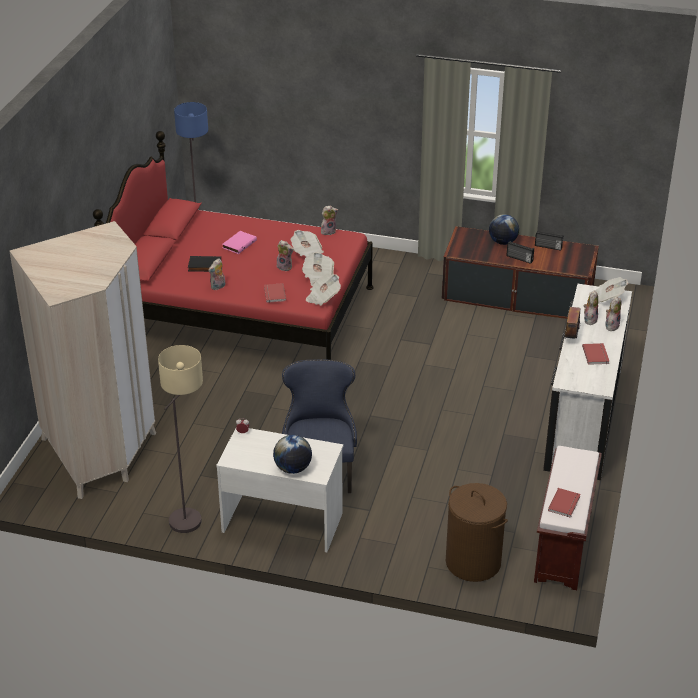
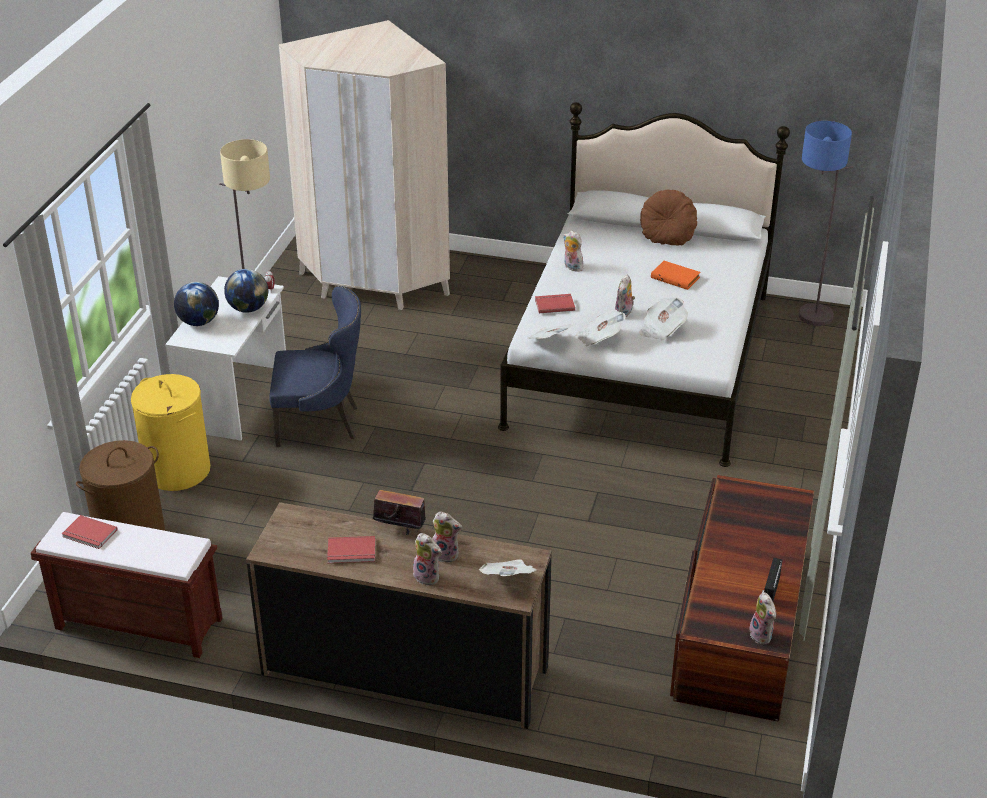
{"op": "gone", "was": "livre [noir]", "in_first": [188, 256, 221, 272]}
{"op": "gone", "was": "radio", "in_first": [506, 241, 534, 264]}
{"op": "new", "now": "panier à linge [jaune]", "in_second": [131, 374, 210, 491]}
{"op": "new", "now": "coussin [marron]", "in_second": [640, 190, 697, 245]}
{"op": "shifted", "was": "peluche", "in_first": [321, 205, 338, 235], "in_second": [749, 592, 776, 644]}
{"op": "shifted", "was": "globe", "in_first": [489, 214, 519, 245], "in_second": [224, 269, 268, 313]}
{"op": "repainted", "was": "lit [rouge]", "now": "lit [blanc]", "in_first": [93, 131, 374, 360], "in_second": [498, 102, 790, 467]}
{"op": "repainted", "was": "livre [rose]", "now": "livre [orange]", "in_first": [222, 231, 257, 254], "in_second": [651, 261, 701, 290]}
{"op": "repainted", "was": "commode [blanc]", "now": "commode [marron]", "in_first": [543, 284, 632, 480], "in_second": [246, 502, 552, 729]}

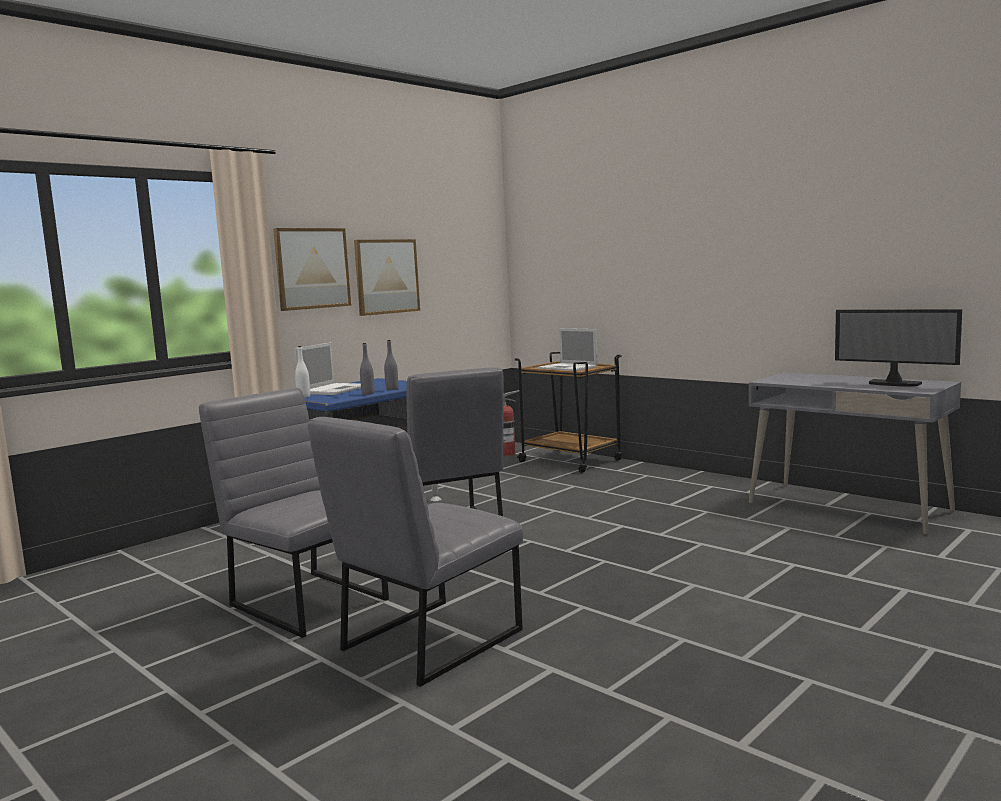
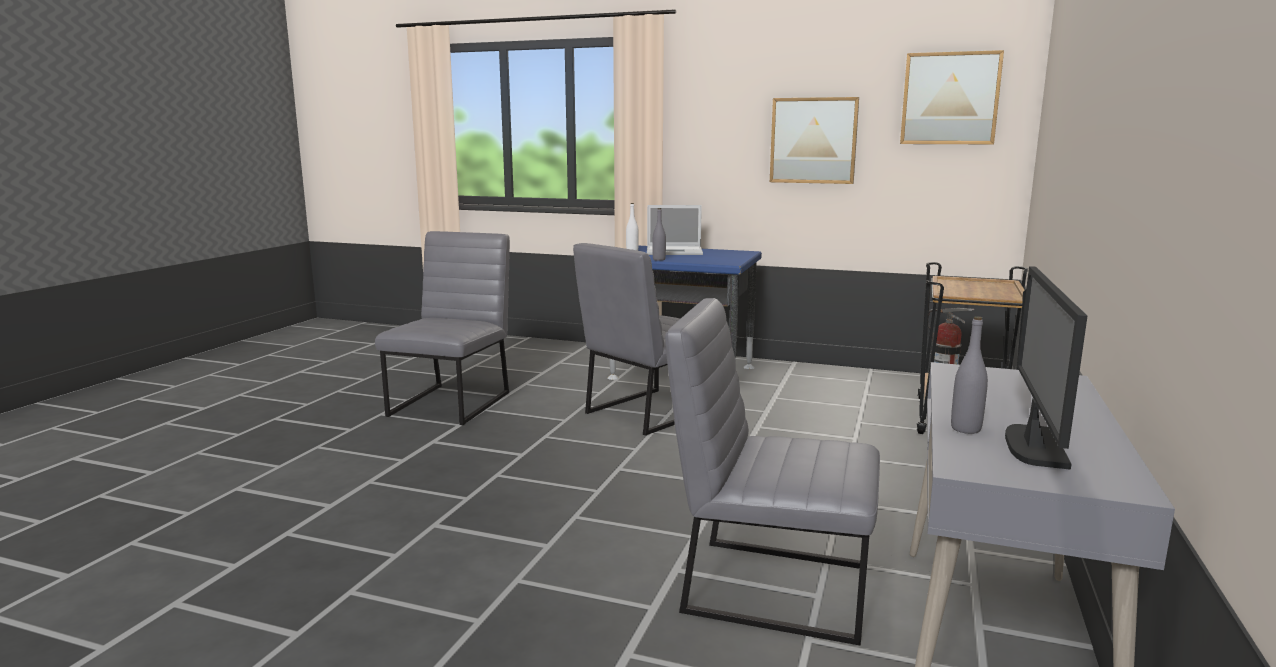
{"op": "gone", "was": "ordinateur portable", "in_first": [537, 328, 598, 371]}
{"op": "shifted", "was": "tableau", "in_first": [273, 228, 351, 311], "in_second": [900, 50, 1004, 144]}
{"op": "shifted", "was": "chaise [gris]", "in_first": [308, 417, 523, 687], "in_second": [665, 298, 880, 645]}
{"op": "shifted", "was": "bouteille [gris]", "in_first": [384, 340, 398, 390], "in_second": [951, 316, 988, 434]}

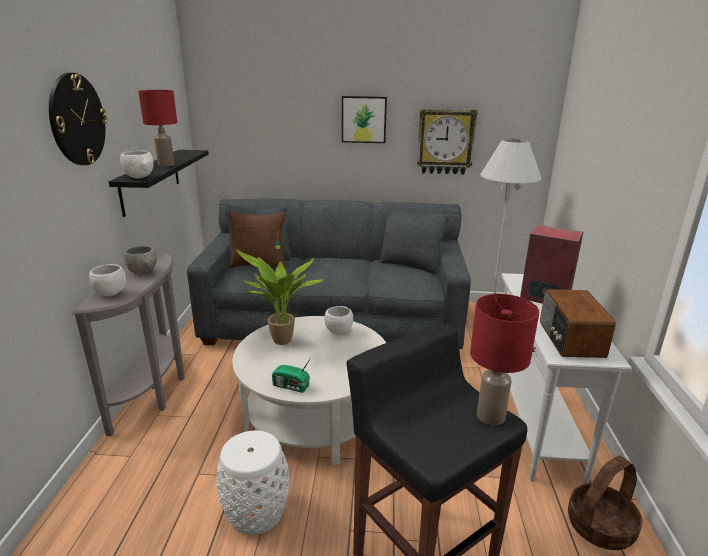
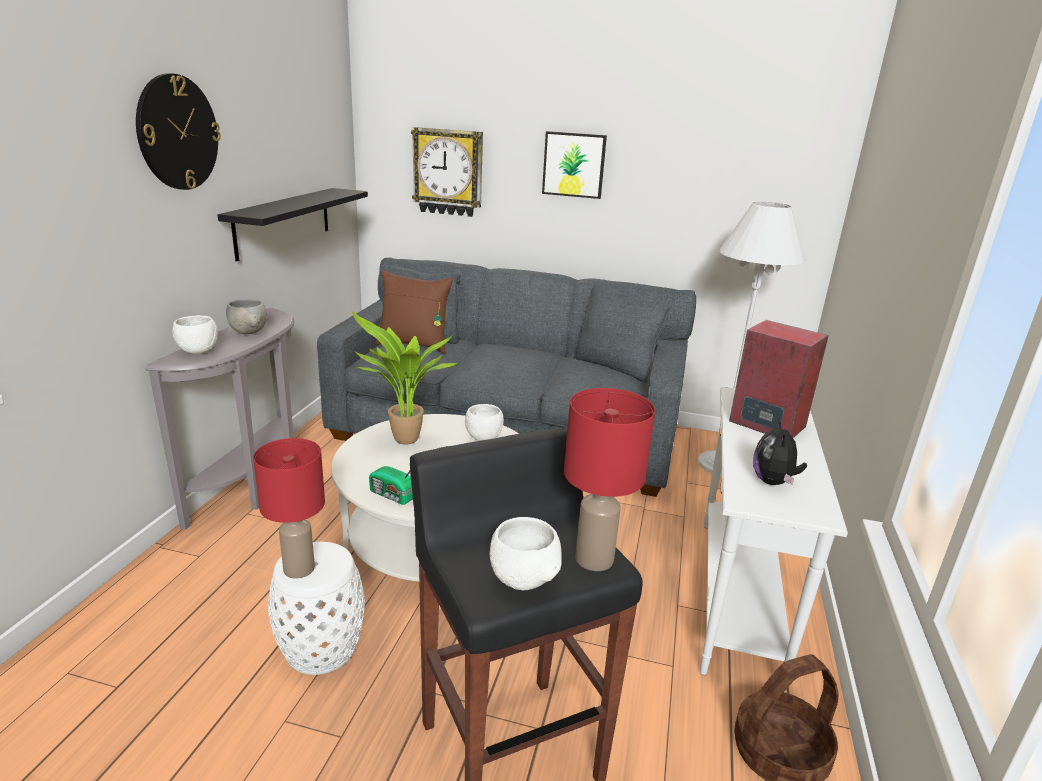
{"op": "shifted", "was": "bol [blanc]", "in_first": [120, 151, 154, 178], "in_second": [490, 517, 562, 590]}
{"op": "shifted", "was": "lampe de table [rouge]", "in_first": [138, 90, 177, 166], "in_second": [253, 438, 325, 579]}
{"op": "shifted", "was": "horloge murale", "in_first": [417, 109, 478, 174], "in_second": [411, 127, 483, 217]}
{"op": "swapped", "was": "radio", "now": "peluche", "in_first": [540, 289, 616, 358], "in_second": [753, 419, 807, 485]}

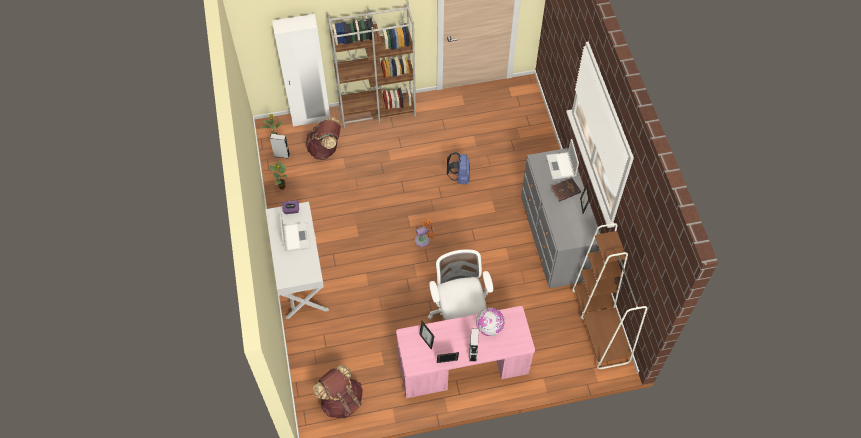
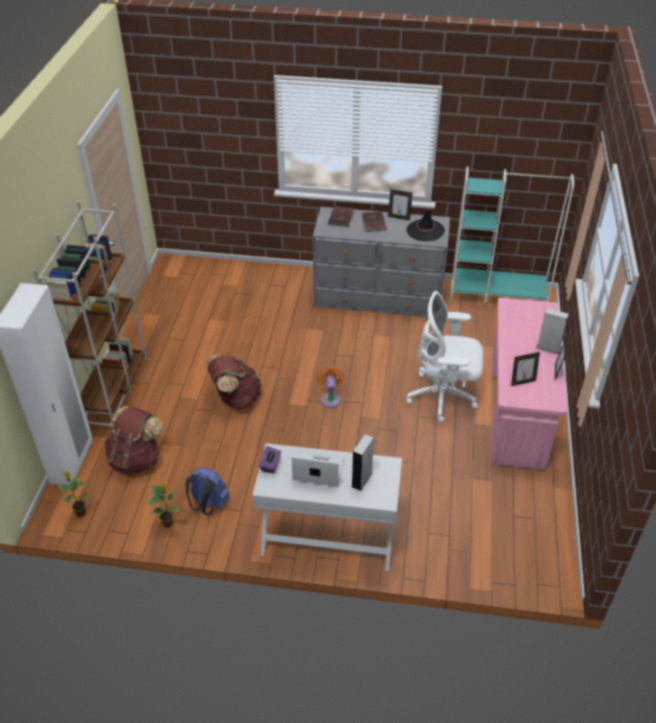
{"op": "gone", "was": "globe", "in_first": [476, 307, 504, 336]}
{"op": "new", "now": "chapeau [noir]", "in_second": [406, 210, 445, 241]}
{"op": "shifted", "was": "enceinte [gris]", "in_first": [270, 134, 290, 159], "in_second": [352, 434, 374, 491]}
{"op": "shifted", "was": "sac à dos [marron]", "in_first": [313, 365, 363, 419], "in_second": [206, 354, 262, 409]}
{"op": "shifted", "was": "sac à dos [bleu]", "in_first": [447, 152, 470, 184], "in_second": [185, 467, 229, 515]}
{"op": "swapped", "was": "ordinateur portable", "now": "livre [marron]", "in_first": [546, 139, 579, 179], "in_second": [328, 207, 355, 227]}
{"op": "repainted", "was": "portant [marron]", "now": "portant [turquoise]", "in_first": [572, 223, 648, 369], "in_second": [450, 166, 574, 304]}

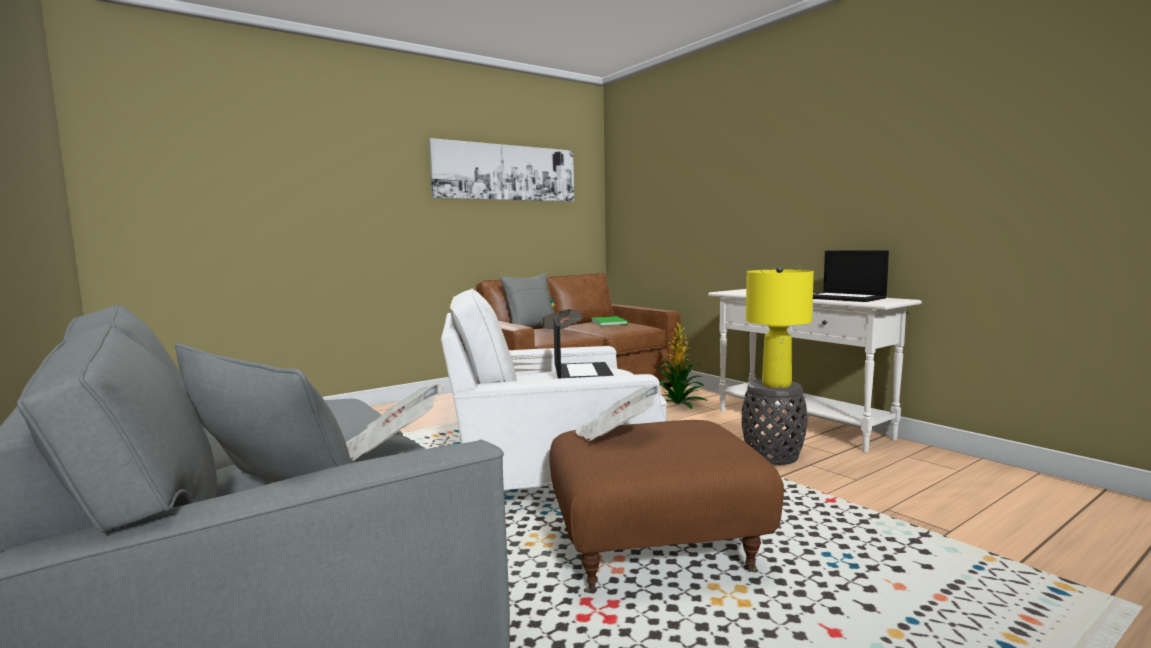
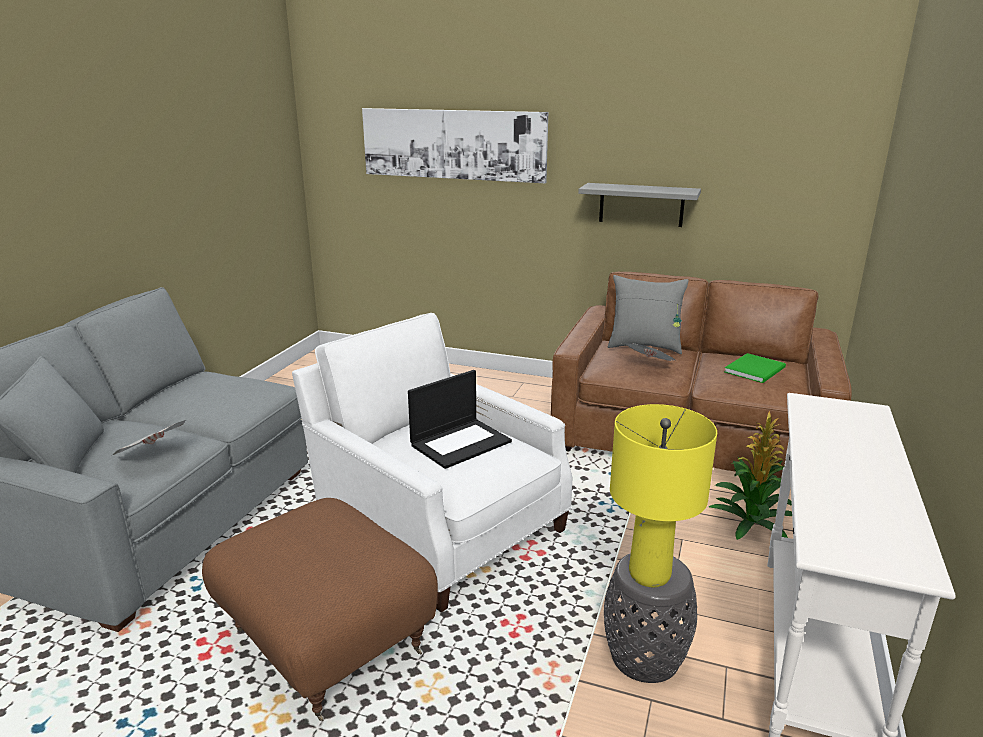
{"op": "gone", "was": "journal", "in_first": [575, 385, 662, 441]}
{"op": "gone", "was": "ordinateur portable", "in_first": [813, 250, 889, 302]}
{"op": "new", "now": "étagère [gris]", "in_second": [578, 183, 701, 227]}
{"op": "shifted", "was": "tableau", "in_first": [429, 138, 574, 202], "in_second": [362, 108, 548, 183]}

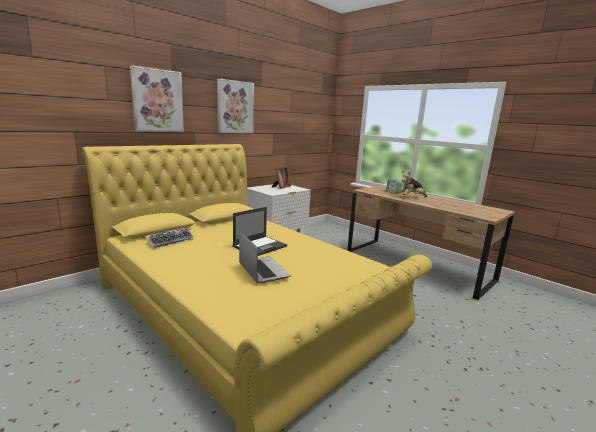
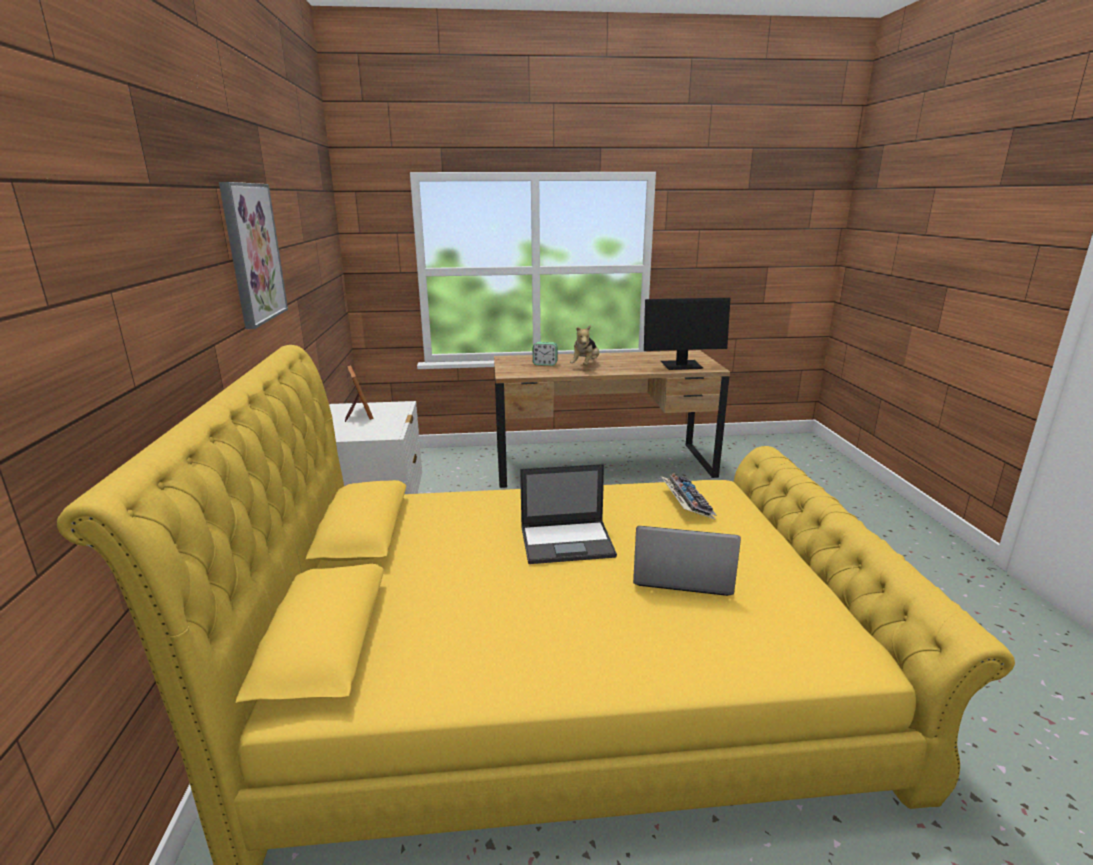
{"op": "gone", "was": "tableau", "in_first": [130, 65, 184, 132]}
{"op": "new", "now": "écran d'ordinateur", "in_second": [644, 298, 731, 370]}
{"op": "shifted", "was": "clavier", "in_first": [145, 228, 194, 249], "in_second": [661, 473, 717, 520]}
{"op": "rotated", "was": "ordinateur portable", "in_first": [233, 207, 287, 256], "in_second": [520, 464, 617, 564], "clockwise": 90}

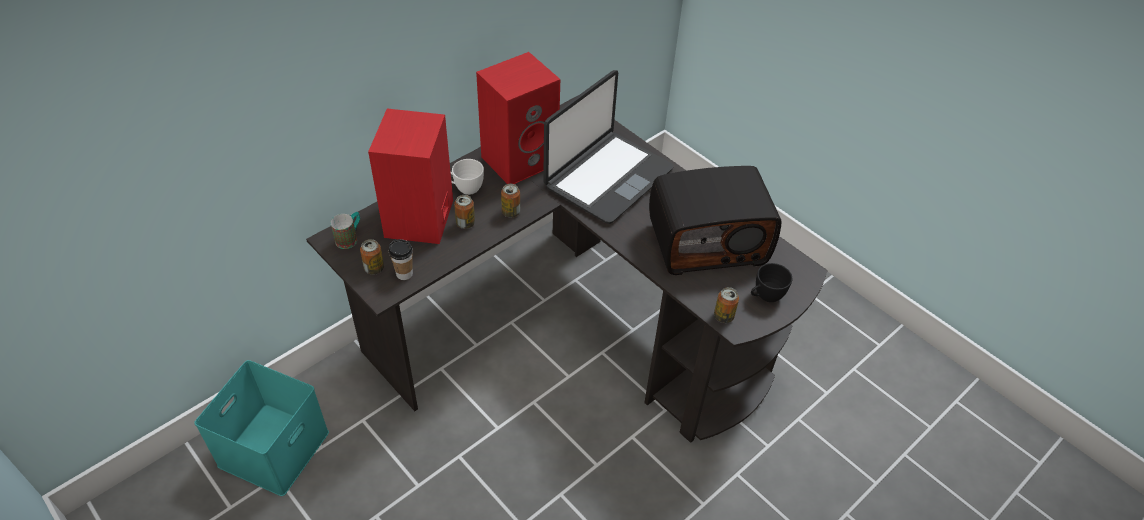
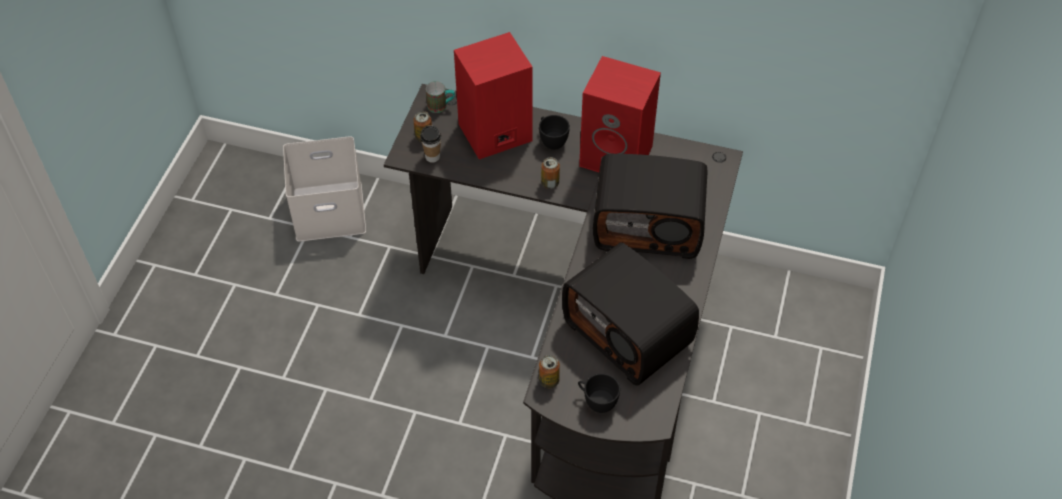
{"op": "gone", "was": "boîte métallique", "in_first": [454, 195, 475, 229]}
{"op": "swapped", "was": "ordinateur portable", "now": "radio", "in_first": [543, 70, 674, 224], "in_second": [593, 154, 707, 259]}
{"op": "repainted", "was": "boîte de rangement [turquoise]", "now": "boîte de rangement [blanc]", "in_first": [194, 360, 329, 496], "in_second": [283, 136, 366, 242]}
{"op": "repainted", "was": "tasse [blanc]", "now": "tasse [noir]", "in_first": [451, 159, 484, 195], "in_second": [539, 115, 570, 150]}

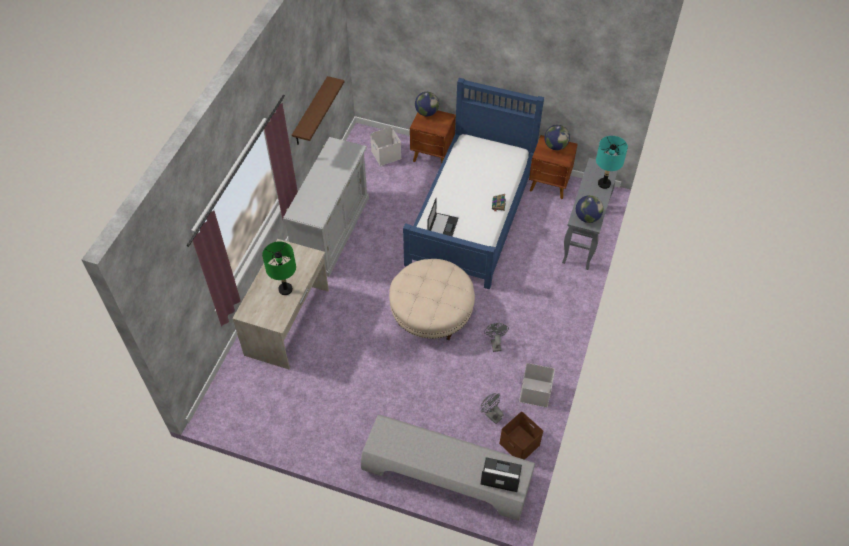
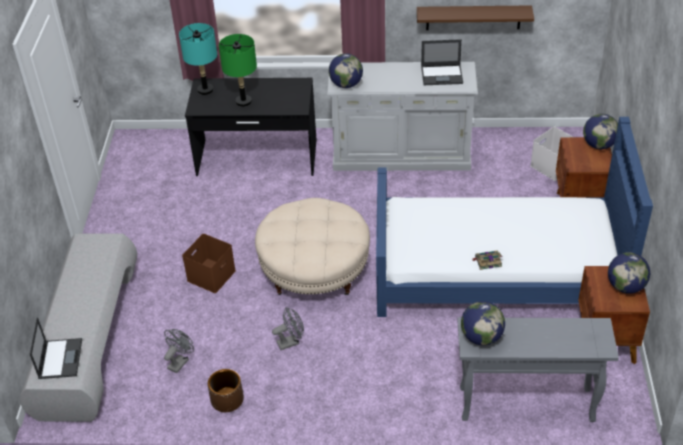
{"op": "new", "now": "globe", "in_second": [329, 53, 363, 88]}
{"op": "shifted", "was": "ordinateur portable", "in_first": [427, 197, 458, 236], "in_second": [421, 39, 463, 85]}
{"op": "shifted", "was": "boîte de rangement [marron]", "in_first": [499, 412, 543, 460], "in_second": [182, 234, 236, 293]}
{"op": "shifted", "was": "lampe de table [turquoise]", "in_first": [596, 136, 628, 189], "in_second": [179, 23, 217, 95]}
{"op": "swapped", "was": "boîte de rangement [blanc]", "now": "cache-pot [marron]", "in_first": [519, 363, 555, 408], "in_second": [207, 369, 244, 412]}
{"op": "repainted", "was": "bureau [beige]", "now": "bureau [noir]", "in_first": [232, 239, 329, 369], "in_second": [185, 78, 317, 176]}

